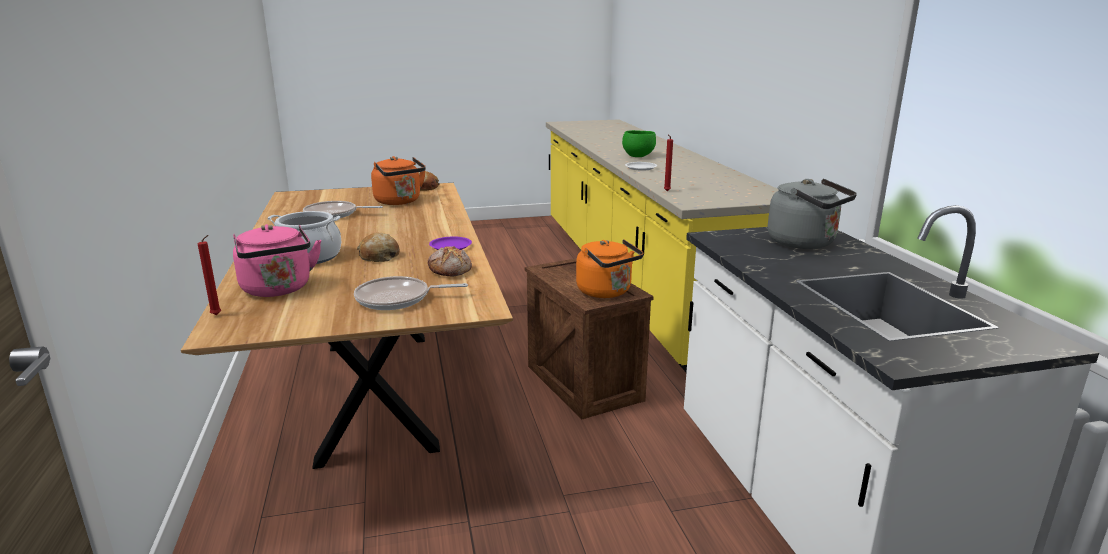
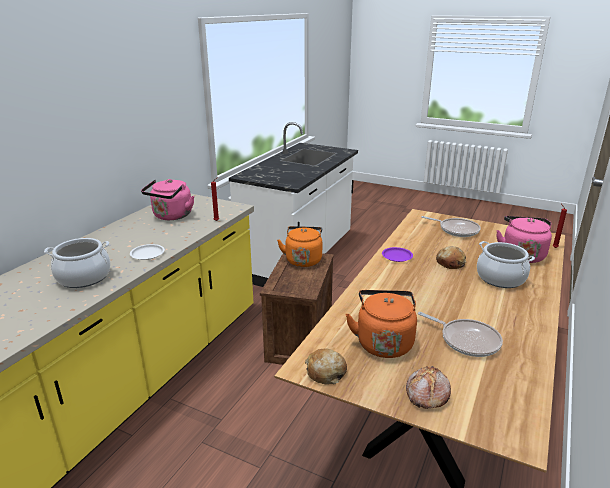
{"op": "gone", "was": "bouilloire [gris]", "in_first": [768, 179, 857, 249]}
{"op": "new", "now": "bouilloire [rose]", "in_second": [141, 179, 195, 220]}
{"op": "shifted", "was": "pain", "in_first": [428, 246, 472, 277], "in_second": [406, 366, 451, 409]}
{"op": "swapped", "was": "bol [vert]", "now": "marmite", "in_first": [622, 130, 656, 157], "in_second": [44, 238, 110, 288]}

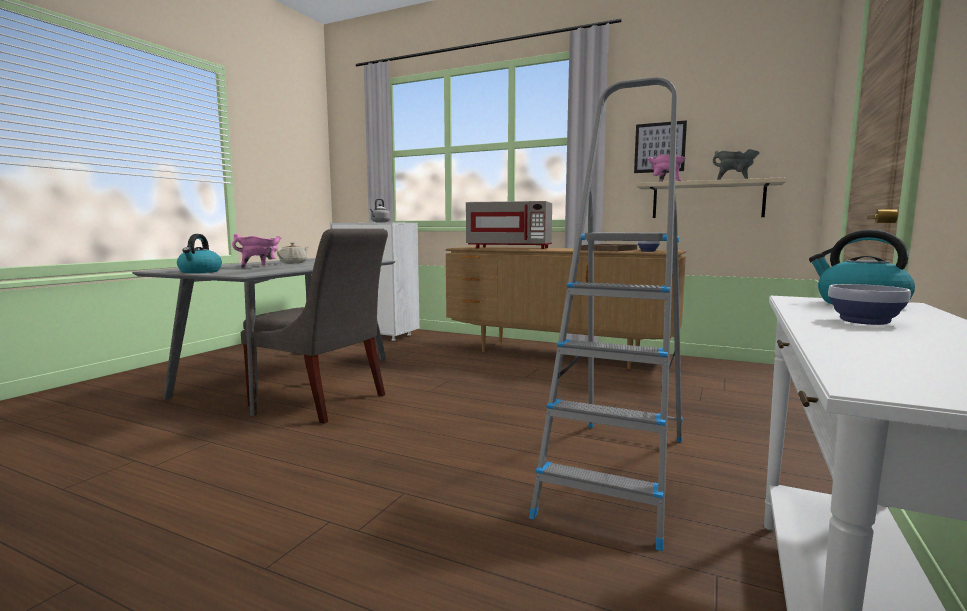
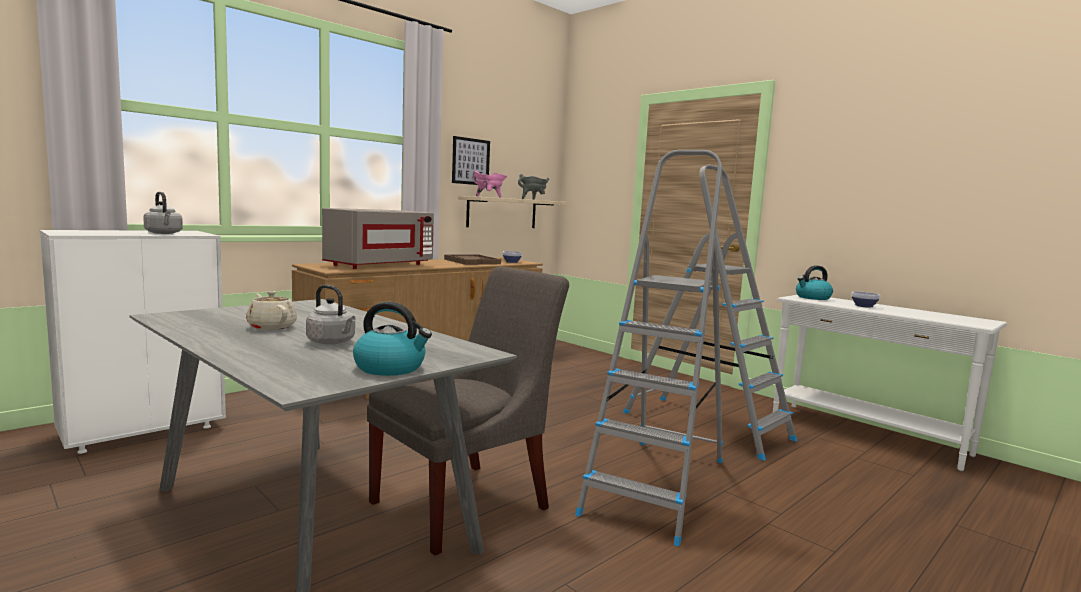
{"op": "new", "now": "escabeau [gris]", "in_second": [575, 150, 723, 546]}
{"op": "swapped", "was": "marmite [rose]", "now": "bouilloire [gris]", "in_first": [232, 233, 282, 268], "in_second": [306, 285, 355, 345]}

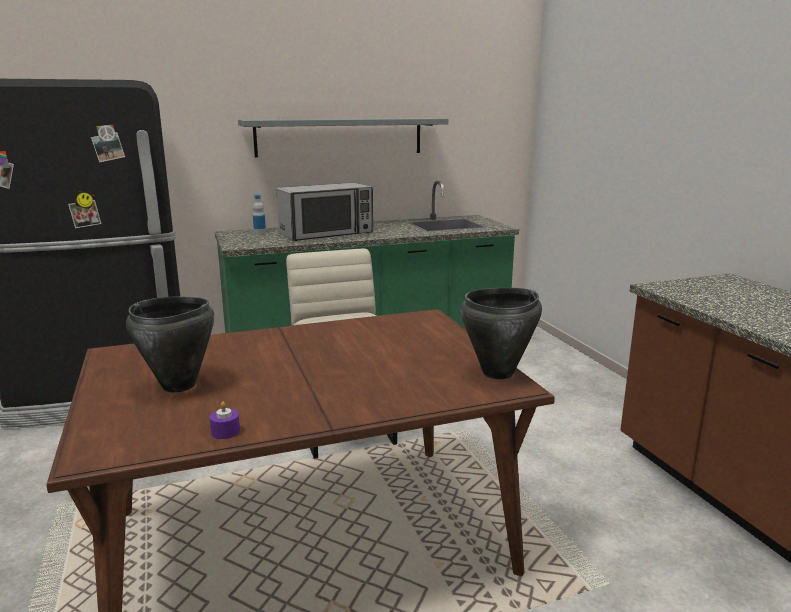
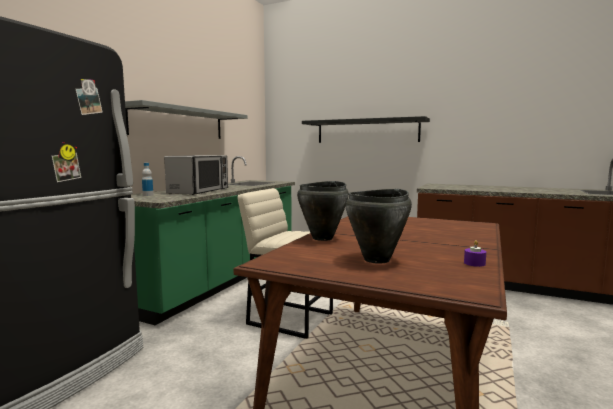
{"op": "new", "now": "étagère [noir]", "in_second": [302, 116, 430, 143]}
{"op": "shifted", "was": "marmite [noir]", "in_first": [461, 288, 542, 379], "in_second": [297, 181, 349, 241]}

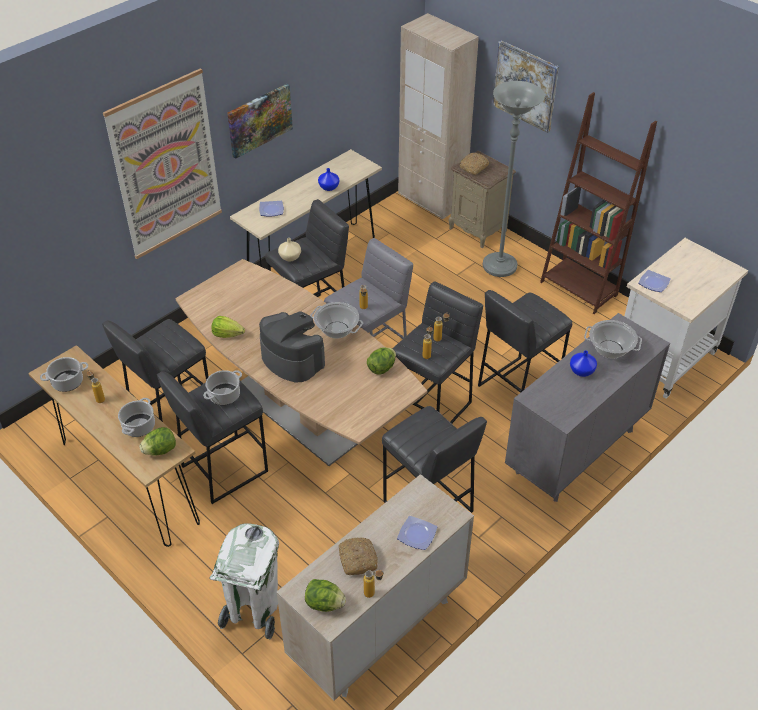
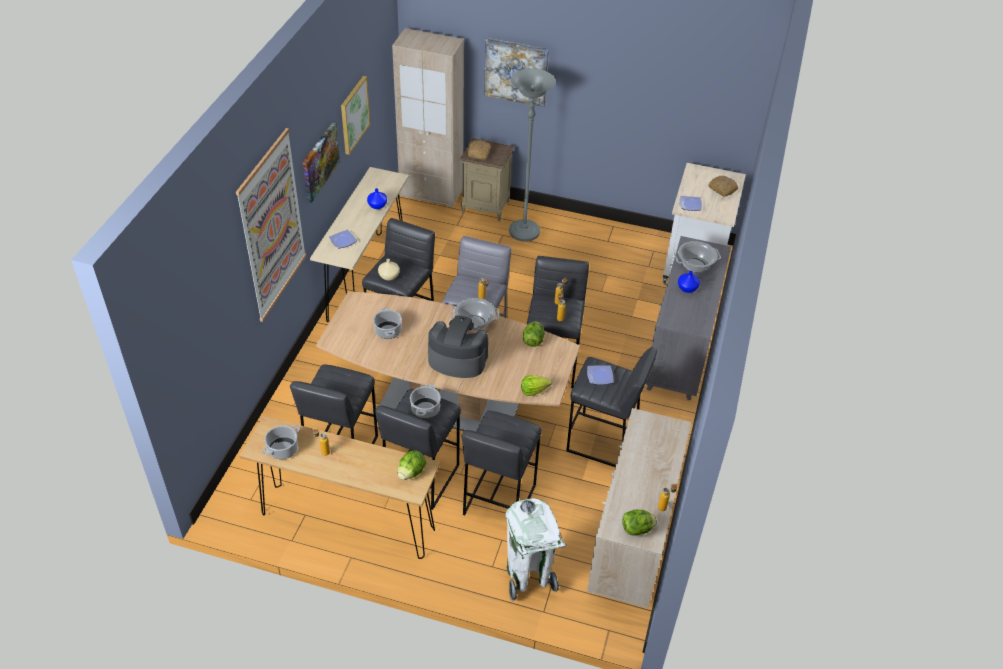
{"op": "gone", "was": "bibliothèque [marron]", "in_first": [540, 92, 657, 314]}
{"op": "new", "now": "tableau", "in_second": [341, 76, 370, 155]}
{"op": "shifted", "was": "marmite", "in_first": [118, 398, 155, 437], "in_second": [373, 308, 402, 339]}
{"op": "shifted", "was": "laitue", "in_first": [211, 316, 245, 338], "in_second": [521, 375, 552, 396]}
{"op": "shifted", "was": "pain", "in_first": [339, 537, 378, 575], "in_second": [708, 176, 738, 196]}
{"op": "shifted", "was": "assiette", "in_first": [397, 516, 437, 550], "in_second": [587, 365, 613, 385]}
{"op": "shifted", "was": "tabouret [gris]", "in_first": [478, 290, 572, 393], "in_second": [461, 411, 542, 515]}

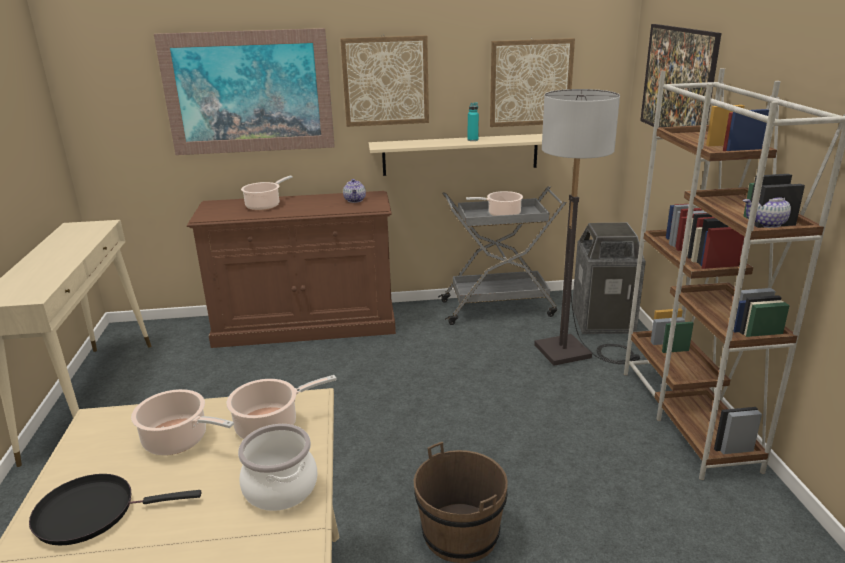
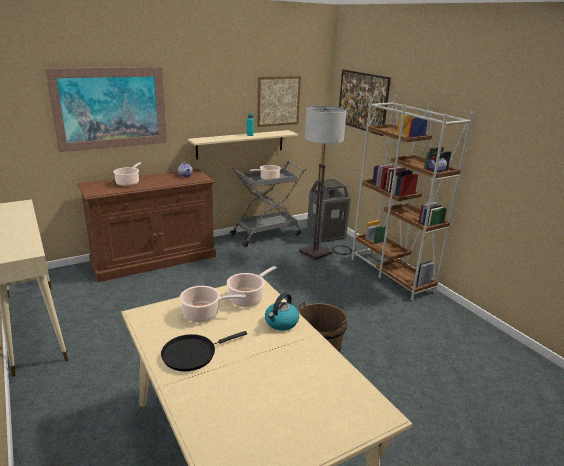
{"op": "gone", "was": "tableau", "in_first": [340, 35, 429, 127]}
{"op": "swapped", "was": "marmite", "now": "bouilloire", "in_first": [238, 424, 317, 511], "in_second": [265, 293, 299, 330]}

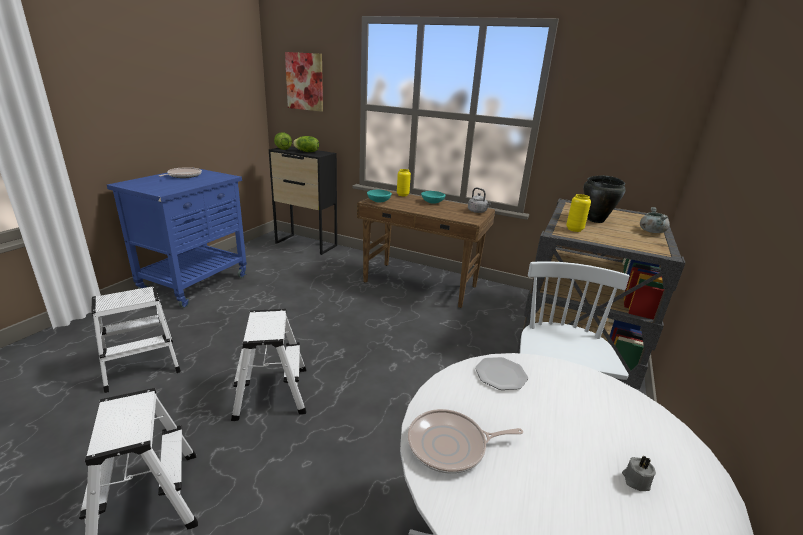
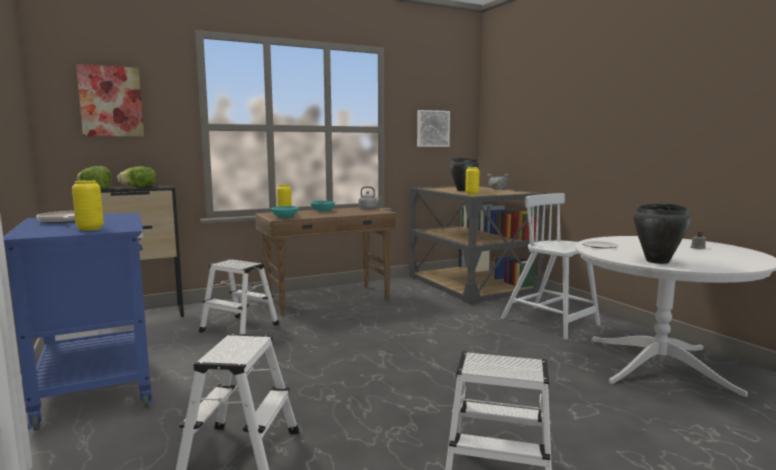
{"op": "new", "now": "vase [jaune]", "in_second": [72, 180, 104, 231]}
{"op": "new", "now": "tableau", "in_second": [417, 110, 450, 147]}
{"op": "shifted", "was": "escabeau [blanc]", "in_first": [231, 309, 307, 421], "in_second": [199, 259, 279, 334]}
{"op": "swapped", "was": "poêle", "now": "marmite [noir]", "in_first": [408, 409, 523, 474], "in_second": [633, 203, 691, 264]}

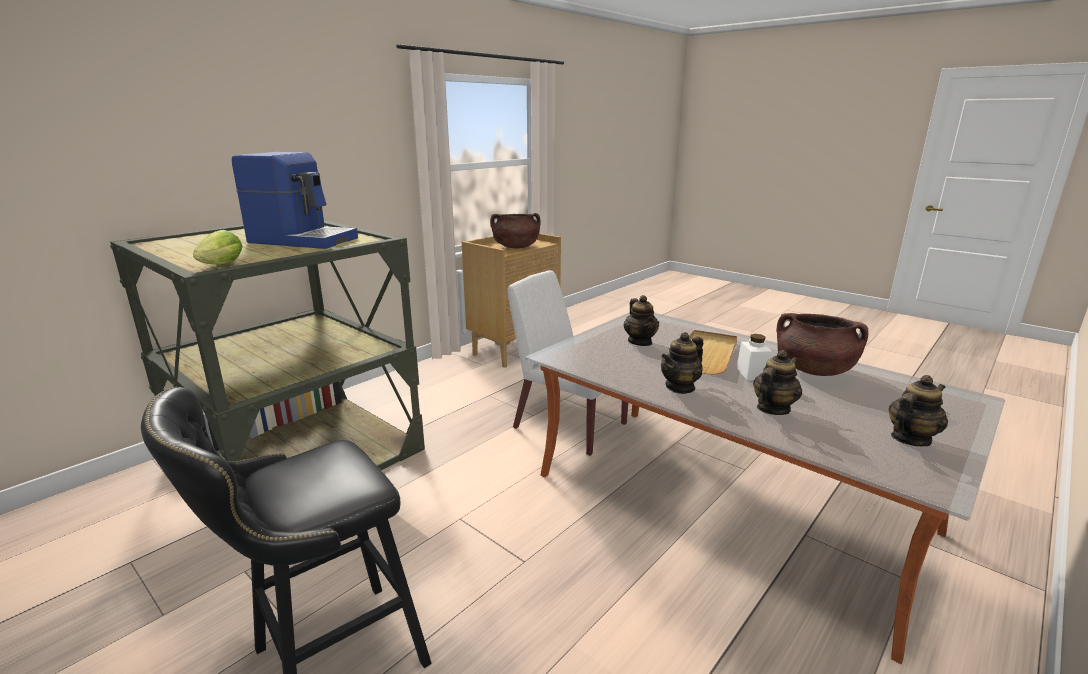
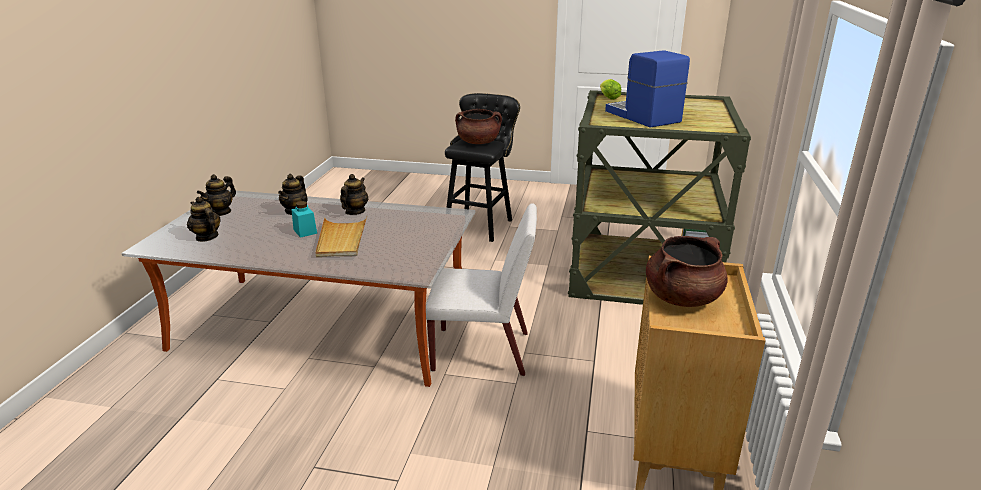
{"op": "shifted", "was": "théière", "in_first": [624, 295, 659, 346], "in_second": [187, 197, 221, 242]}
{"op": "shifted", "was": "marmite [marron]", "in_first": [776, 313, 868, 376], "in_second": [455, 109, 502, 144]}
{"op": "repainted", "was": "bocal [blanc]", "now": "bocal [turquoise]", "in_first": [737, 334, 772, 380], "in_second": [291, 201, 317, 238]}
{"op": "rotated", "was": "machine à café", "in_first": [232, 152, 358, 249], "in_second": [605, 50, 690, 128], "clockwise": 75}

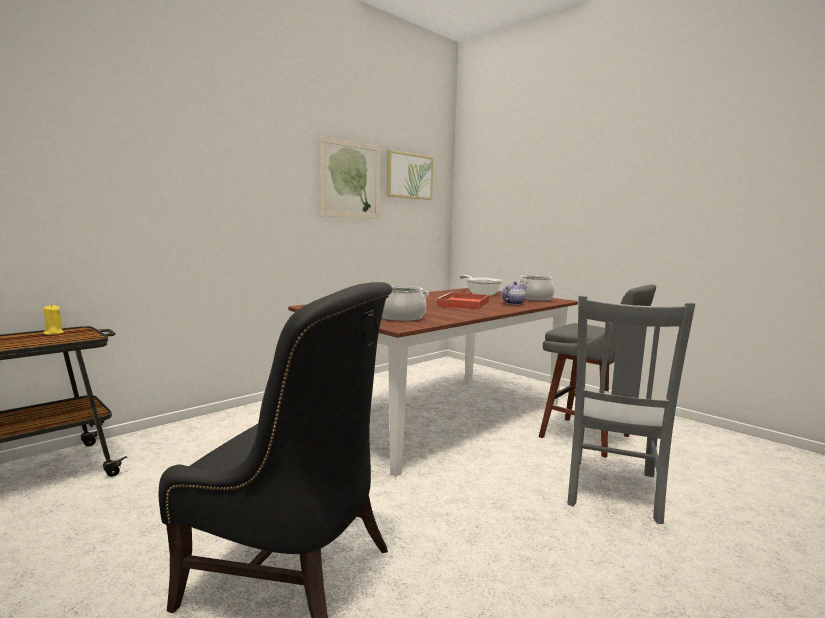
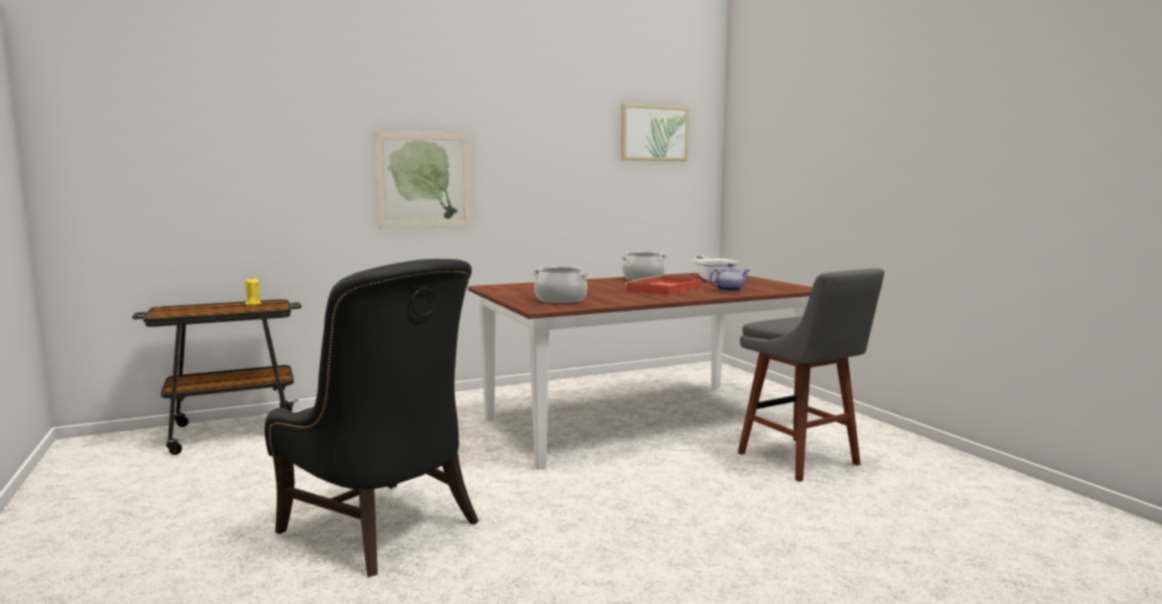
{"op": "gone", "was": "chaise [gris]", "in_first": [567, 295, 695, 524]}
{"op": "shifted", "was": "tableau", "in_first": [320, 136, 380, 219], "in_second": [375, 131, 471, 228]}
{"op": "shifted", "was": "marmite", "in_first": [518, 275, 555, 301], "in_second": [620, 251, 667, 281]}

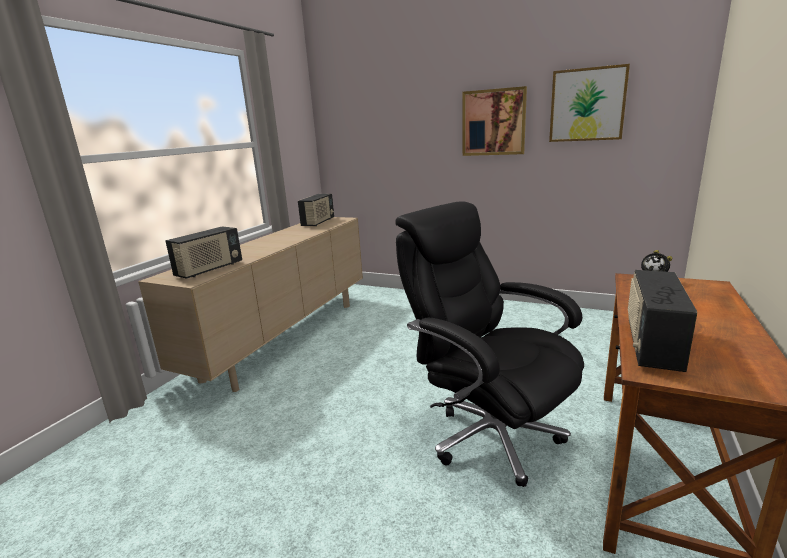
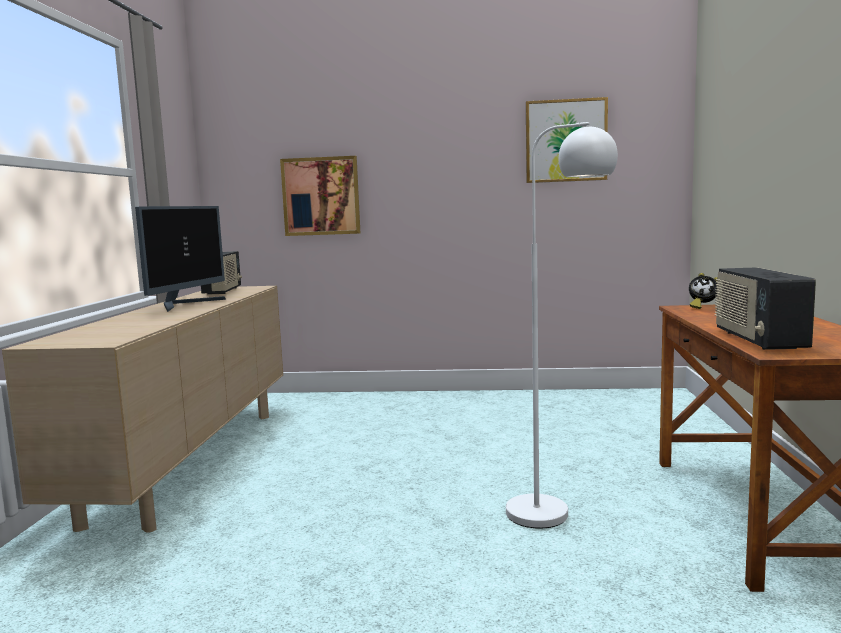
{"op": "gone", "was": "radio", "in_first": [165, 226, 242, 279]}
{"op": "new", "now": "écran d'ordinateur", "in_second": [135, 206, 226, 312]}
{"op": "shifted", "was": "tableau", "in_first": [462, 86, 527, 156], "in_second": [280, 156, 360, 236]}
{"op": "swapped", "was": "chaise de bureau [noir]", "now": "lampadaire [blanc]", "in_first": [396, 201, 584, 487], "in_second": [506, 122, 618, 529]}

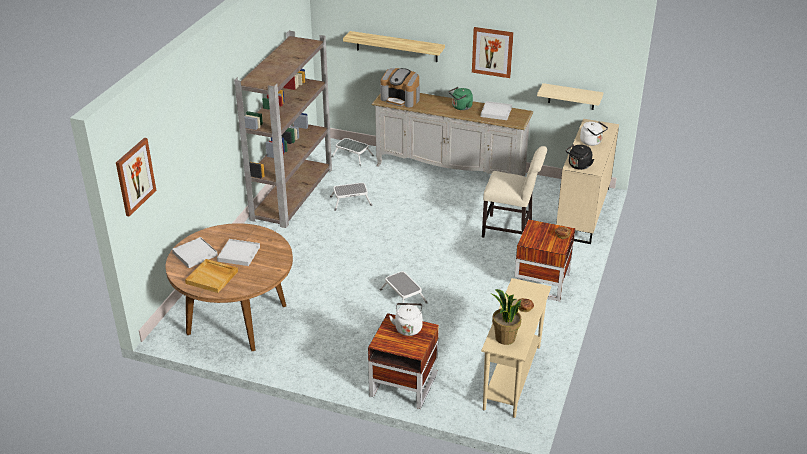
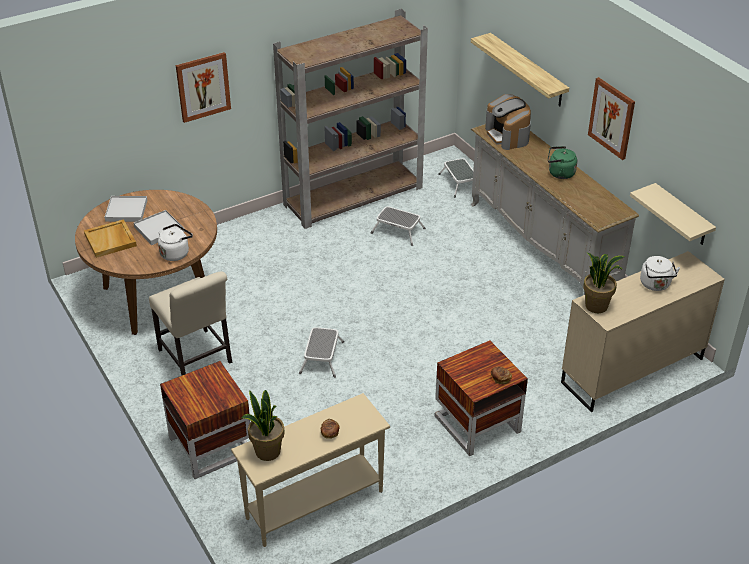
{"op": "gone", "was": "plateau [blanc]", "in_first": [481, 101, 512, 120]}
{"op": "shifted", "was": "tableau", "in_first": [116, 138, 156, 217], "in_second": [176, 52, 231, 123]}
{"op": "shifted", "was": "bouilloire [blanc]", "in_first": [389, 303, 422, 336], "in_second": [158, 224, 193, 261]}
{"op": "shifted", "was": "chaise [beige]", "in_first": [482, 146, 547, 238], "in_second": [149, 271, 232, 376]}
{"op": "swapped", "was": "bouilloire [noir]", "now": "plante en pot", "in_first": [566, 144, 594, 170], "in_second": [583, 252, 625, 313]}

